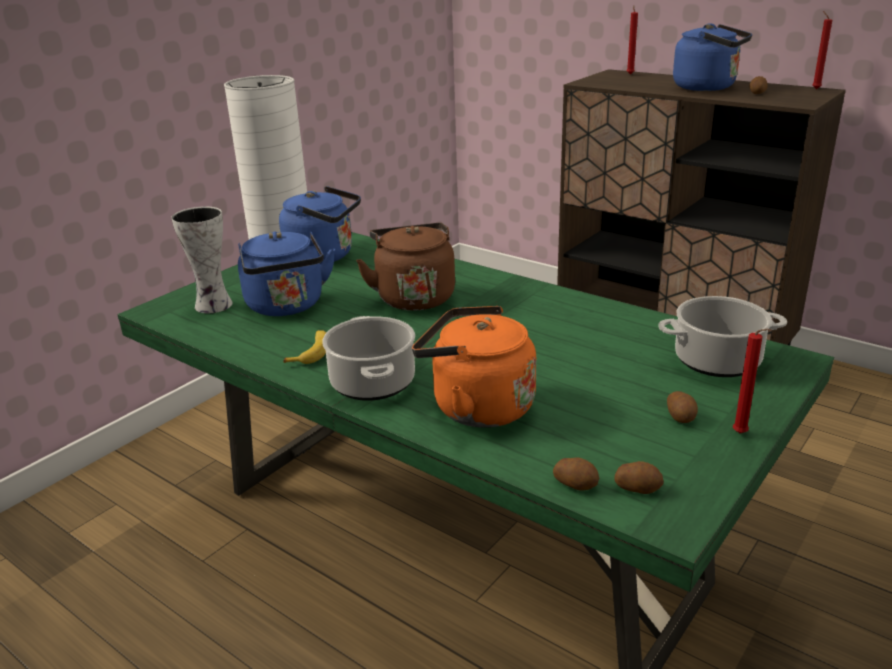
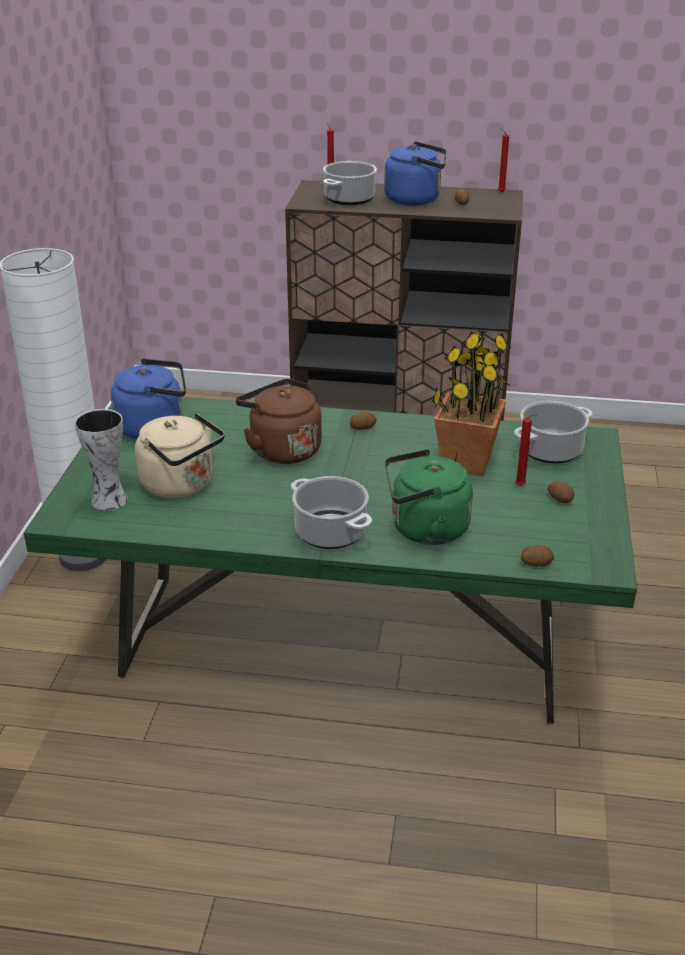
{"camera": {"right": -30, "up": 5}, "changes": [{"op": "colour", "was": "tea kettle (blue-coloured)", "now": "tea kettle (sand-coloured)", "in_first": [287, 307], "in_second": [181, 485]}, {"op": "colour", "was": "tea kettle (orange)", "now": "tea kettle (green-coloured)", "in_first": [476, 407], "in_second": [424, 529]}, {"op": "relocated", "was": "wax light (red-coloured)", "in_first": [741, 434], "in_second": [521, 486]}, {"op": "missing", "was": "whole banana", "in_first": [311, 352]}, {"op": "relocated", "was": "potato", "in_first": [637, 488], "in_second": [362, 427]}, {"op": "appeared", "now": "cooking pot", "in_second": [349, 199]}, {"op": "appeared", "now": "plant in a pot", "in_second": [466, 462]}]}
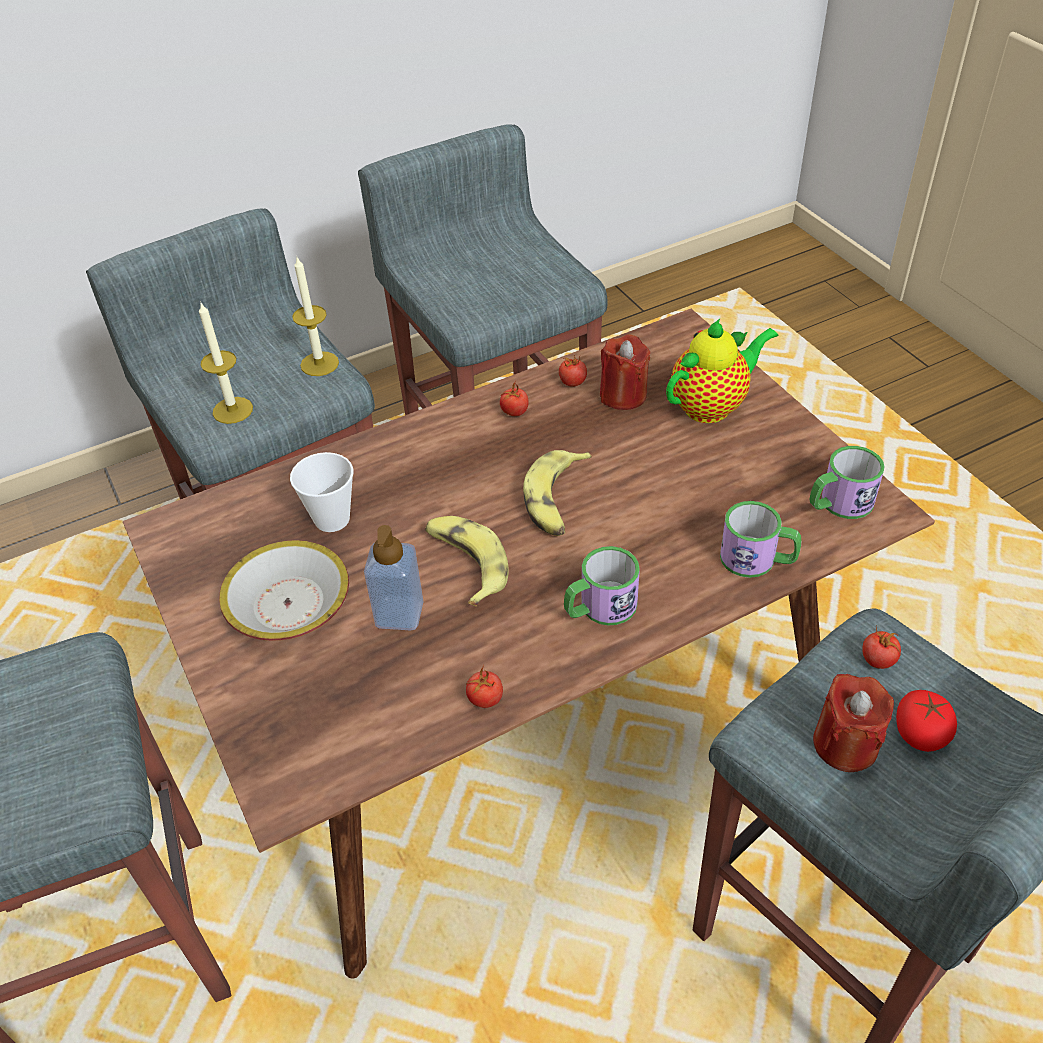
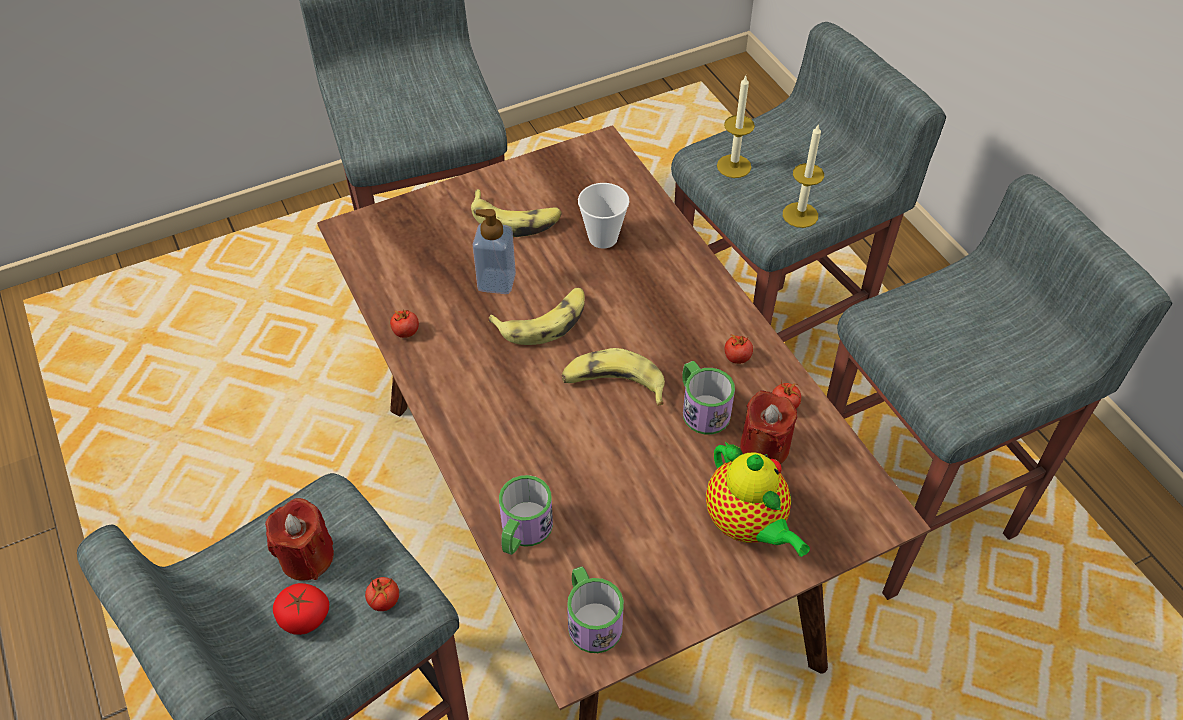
{"camera": {"right": 90, "up": 5}, "changes": [{"op": "exchanged", "was": "serving bowl", "now": "whole banana", "in_first": [288, 604], "in_second": [516, 219]}, {"op": "relocated", "was": "mug", "in_first": [599, 608], "in_second": [701, 408]}]}
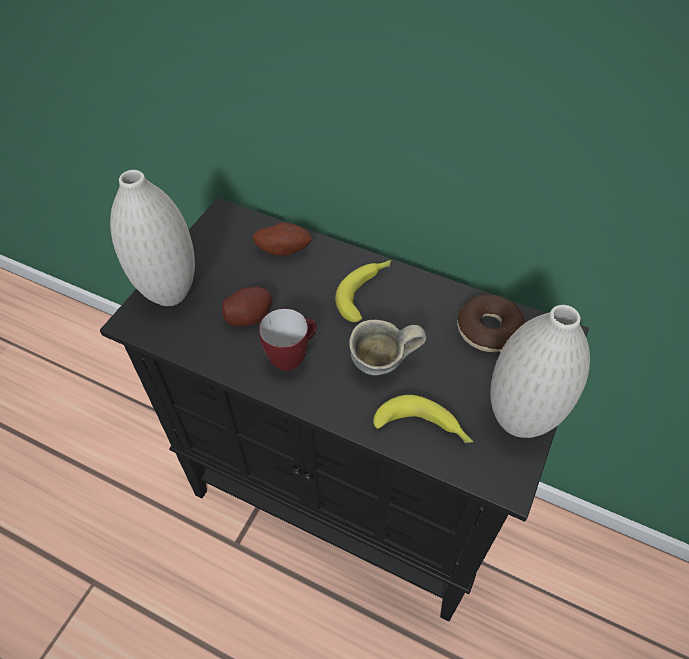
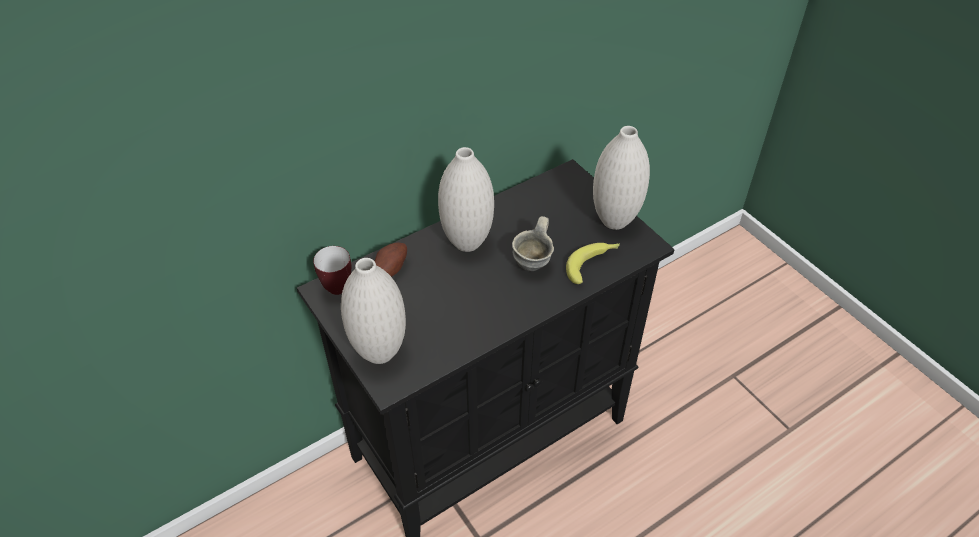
{"camera": {"right": -60, "up": -5}, "changes": [{"op": "exchanged", "was": "whole banana", "now": "flower vase (white-coloured)", "in_first": [366, 292], "in_second": [467, 242]}, {"op": "missing", "was": "potato", "in_first": [249, 316]}, {"op": "missing", "was": "donut", "in_first": [488, 330]}, {"op": "relocated", "was": "mug", "in_first": [292, 357], "in_second": [336, 284]}]}
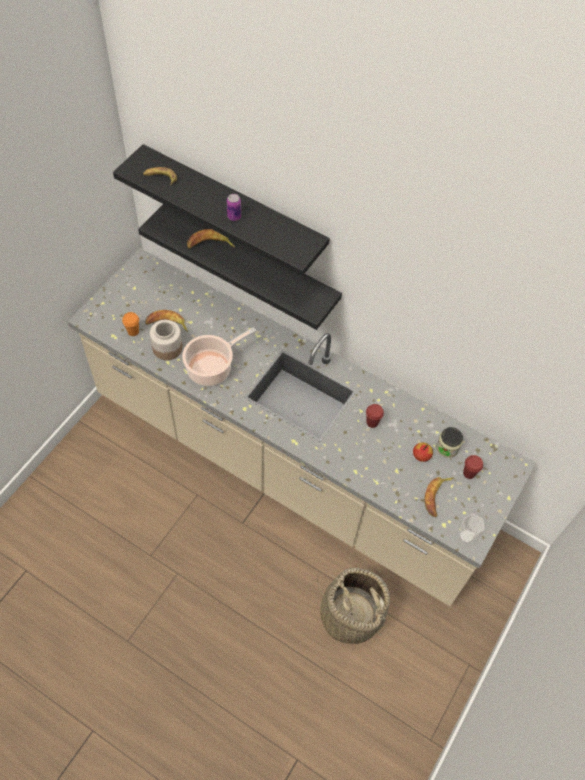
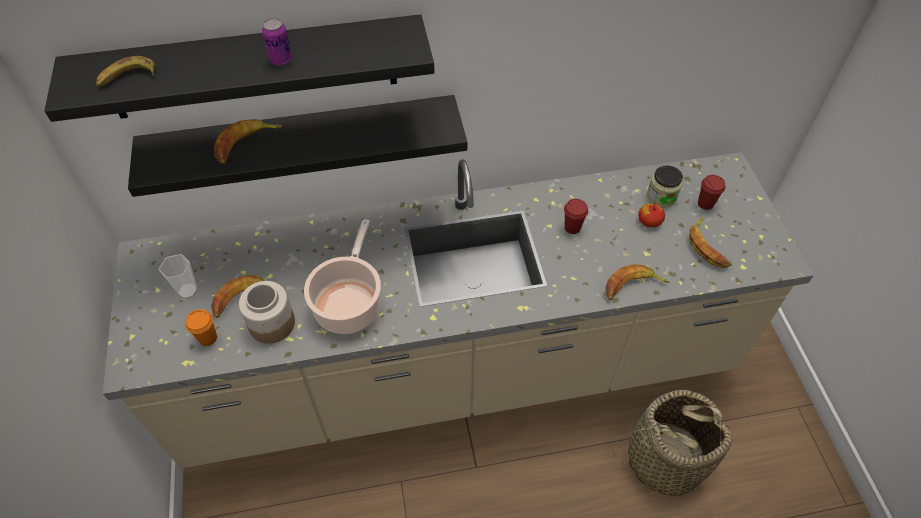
{"camera": {"right": -40, "up": -5}, "changes": [{"op": "relocated", "was": "cup", "in_first": [466, 536], "in_second": [188, 291]}, {"op": "appeared", "now": "whole banana", "in_second": [632, 286]}]}
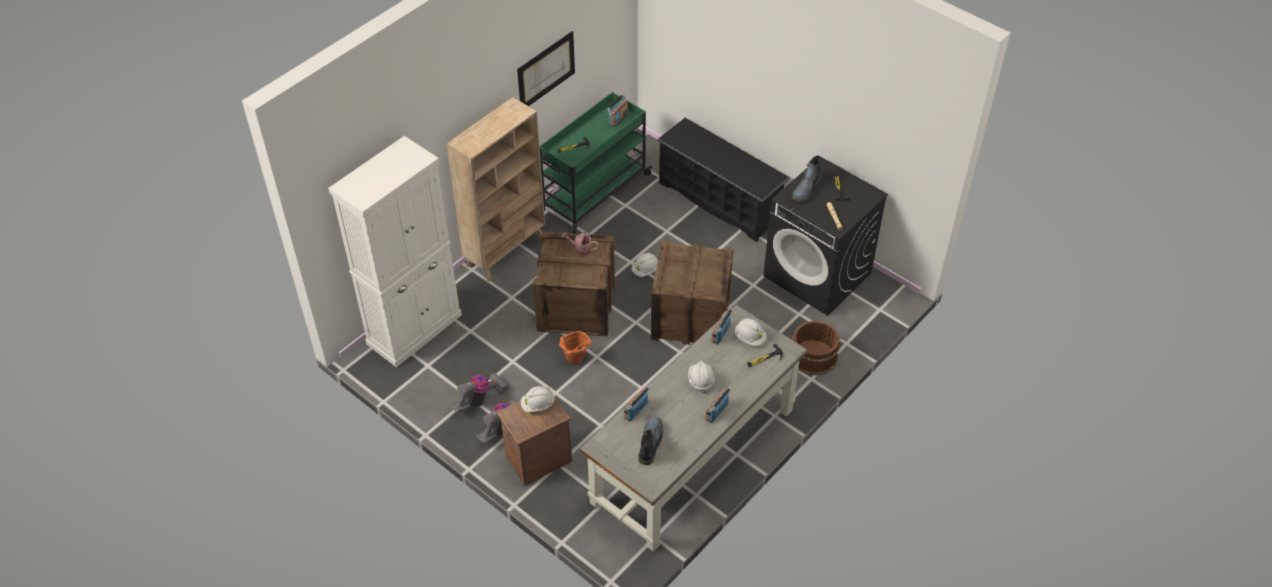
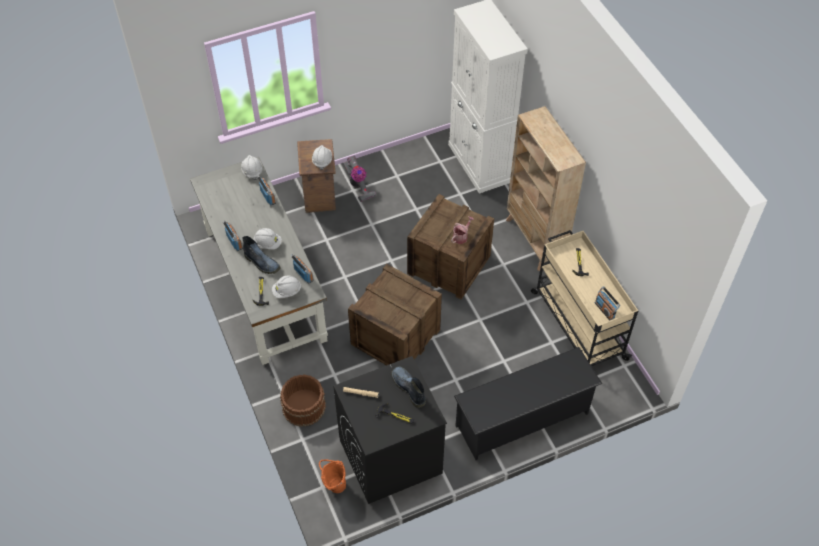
{"camera": {"right": 115, "up": 5}, "changes": [{"op": "missing", "was": "picture", "in_first": [546, 70]}, {"op": "colour", "was": "trolley (green-coloured)", "now": "trolley (sand-coloured)", "in_first": [593, 193], "in_second": [577, 324]}, {"op": "relocated", "was": "safety helmet (white-coloured)", "in_first": [645, 270], "in_second": [252, 171]}, {"op": "relocated", "was": "water bucket (orange)", "in_first": [575, 361], "in_second": [334, 485]}, {"op": "missing", "was": "vacuum cleaner", "in_first": [480, 400]}, {"op": "relocated", "was": "tall boot", "in_first": [650, 442], "in_second": [262, 263]}]}
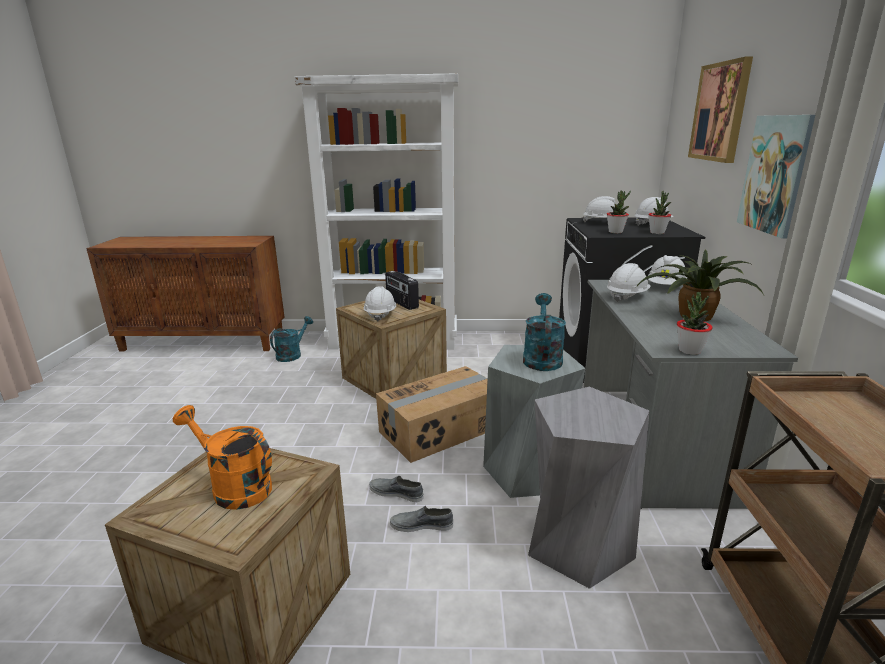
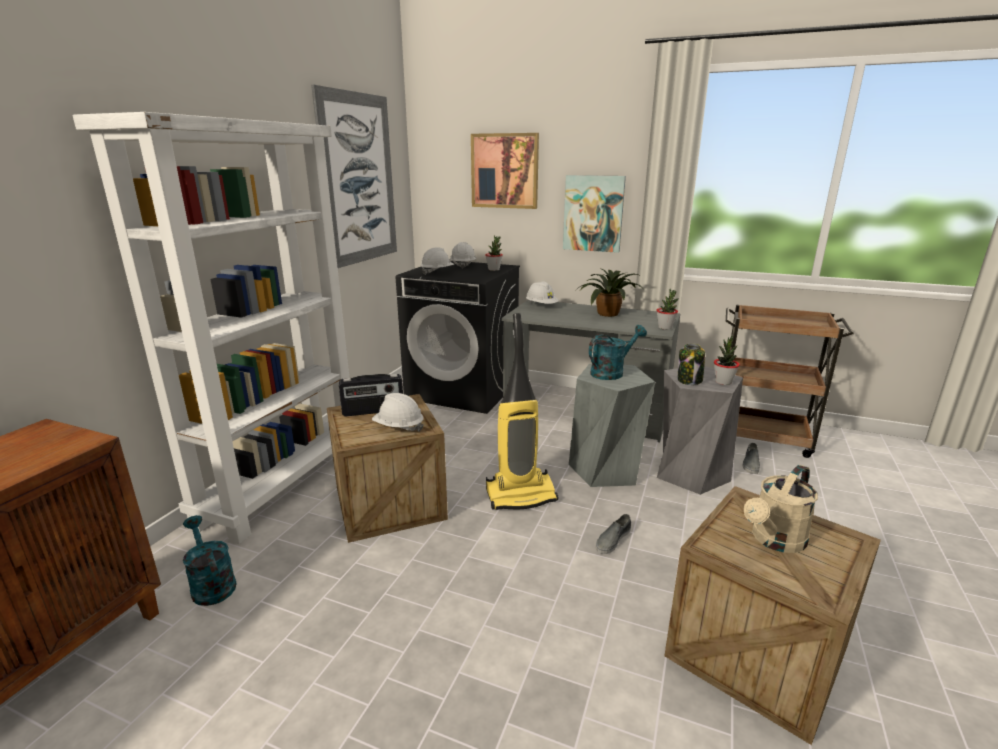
{"camera": {"right": -70, "up": 0}, "changes": [{"op": "relocated", "was": "plant in a pot", "in_first": [615, 232], "in_second": [723, 382]}, {"op": "missing", "was": "safety helmet (white-coloured)", "in_first": [627, 296]}, {"op": "spun", "was": "watering pot (turquoise)", "in_first": [541, 358], "in_second": [611, 372], "clockwise": 120}, {"op": "exchanged", "was": "packing box", "now": "vacuum cleaner", "in_first": [441, 430], "in_second": [521, 495]}, {"op": "colour", "was": "watering pot (orange)", "now": "watering pot (sand-coloured)", "in_first": [234, 487], "in_second": [774, 541]}, {"op": "relocated", "was": "low shoe (greyish)", "in_first": [421, 525], "in_second": [750, 463]}, {"op": "appeared", "now": "picture", "in_second": [358, 179]}, {"op": "appeared", "now": "jar", "in_second": [689, 380]}]}
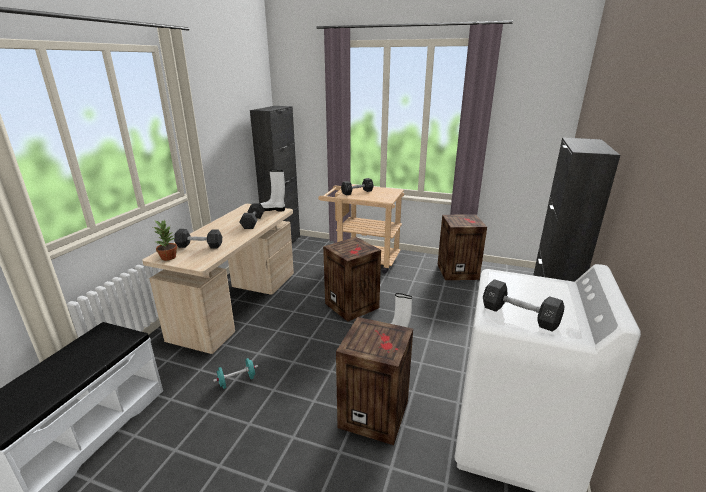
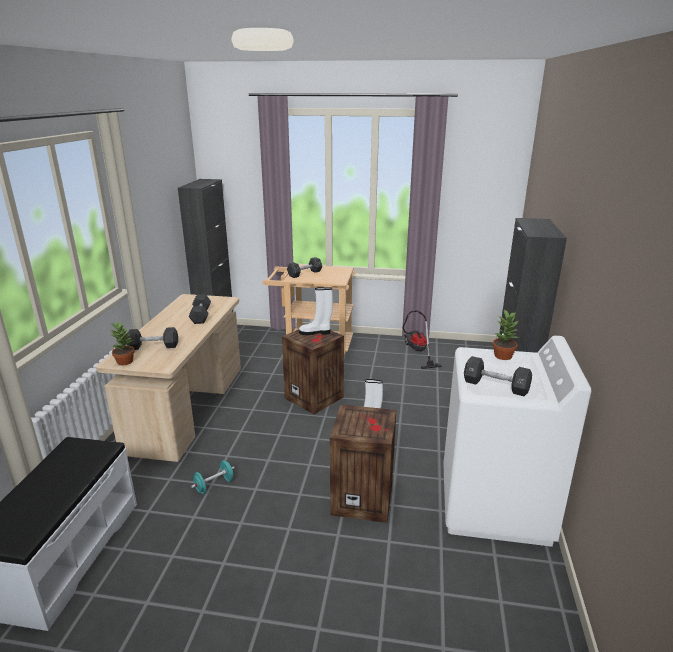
{"camera": {"right": -10, "up": 0}, "changes": [{"op": "relocated", "was": "tall boot (white-coloured)", "in_first": [273, 209], "in_second": [316, 332]}, {"op": "exchanged", "was": "crate", "now": "vacuum cleaner", "in_first": [458, 271], "in_second": [417, 351]}, {"op": "appeared", "now": "plant in a pot", "in_second": [503, 356]}]}
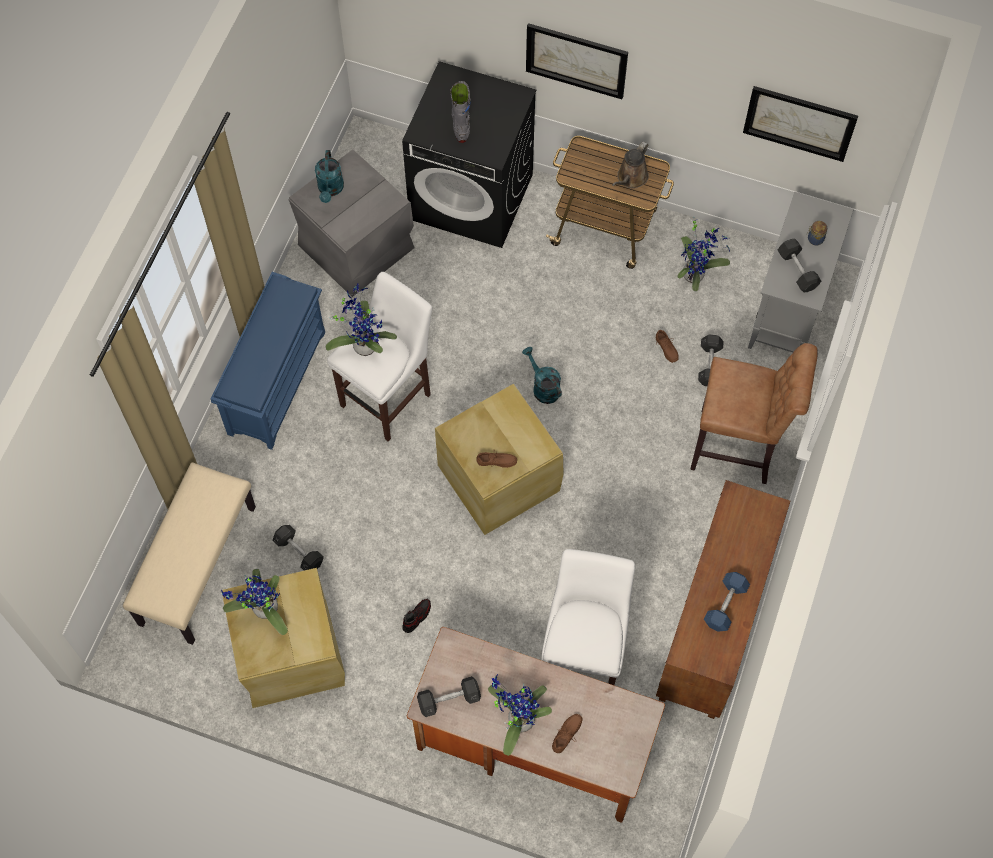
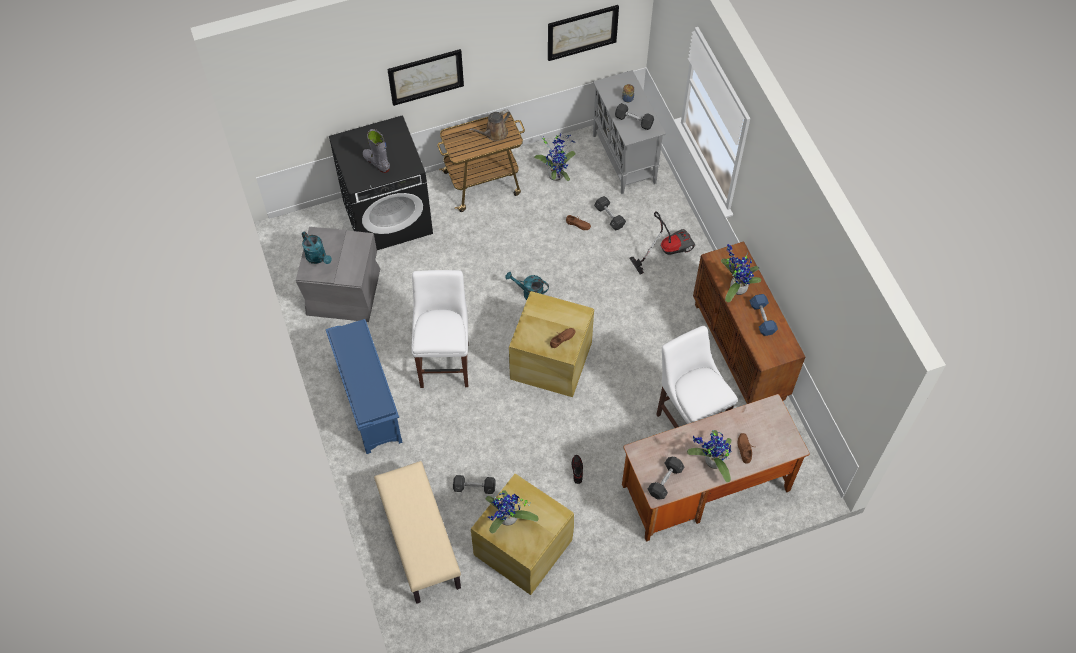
{"camera": {"right": -40, "up": -5}, "changes": [{"op": "spun", "was": "watering pot (brown-coloured)", "in_first": [631, 178], "in_second": [494, 133], "clockwise": 60}, {"op": "relocated", "was": "plant in a pot", "in_first": [364, 344], "in_second": [736, 287]}, {"op": "exchanged", "was": "stool (brown-coloured)", "now": "vacuum cleaner", "in_first": [739, 448], "in_second": [666, 249]}]}
